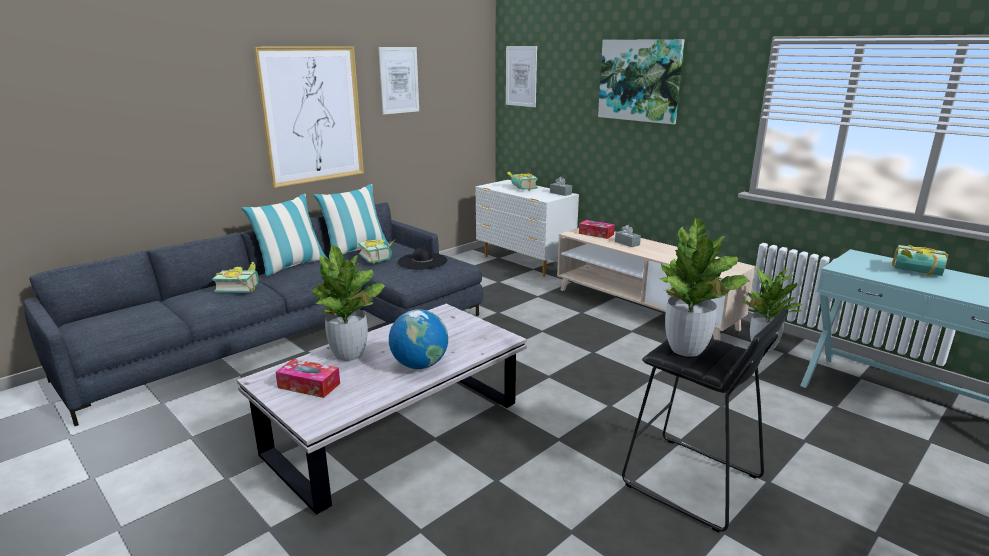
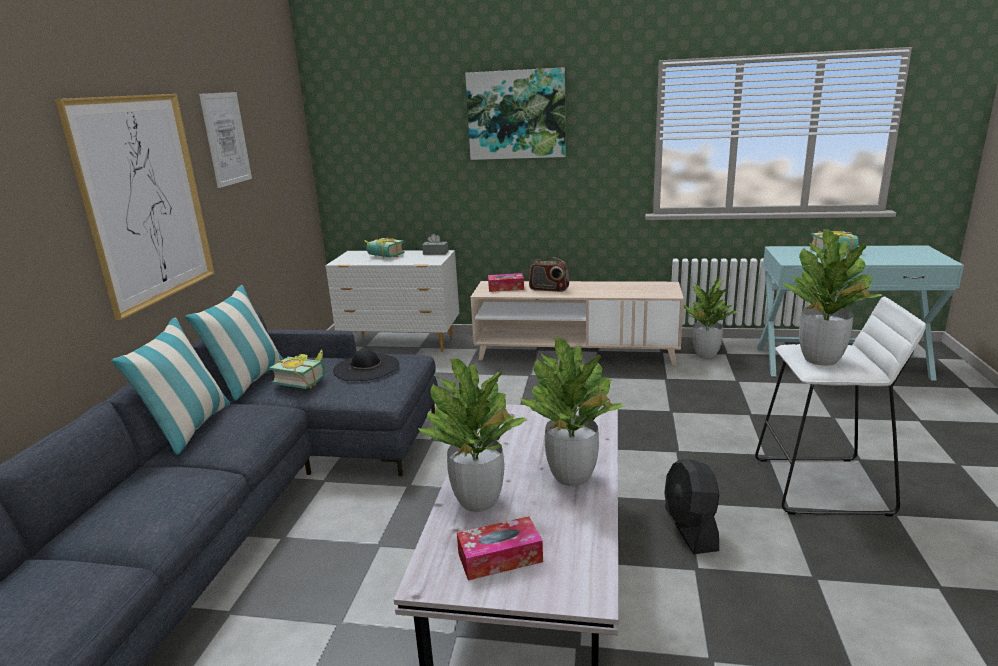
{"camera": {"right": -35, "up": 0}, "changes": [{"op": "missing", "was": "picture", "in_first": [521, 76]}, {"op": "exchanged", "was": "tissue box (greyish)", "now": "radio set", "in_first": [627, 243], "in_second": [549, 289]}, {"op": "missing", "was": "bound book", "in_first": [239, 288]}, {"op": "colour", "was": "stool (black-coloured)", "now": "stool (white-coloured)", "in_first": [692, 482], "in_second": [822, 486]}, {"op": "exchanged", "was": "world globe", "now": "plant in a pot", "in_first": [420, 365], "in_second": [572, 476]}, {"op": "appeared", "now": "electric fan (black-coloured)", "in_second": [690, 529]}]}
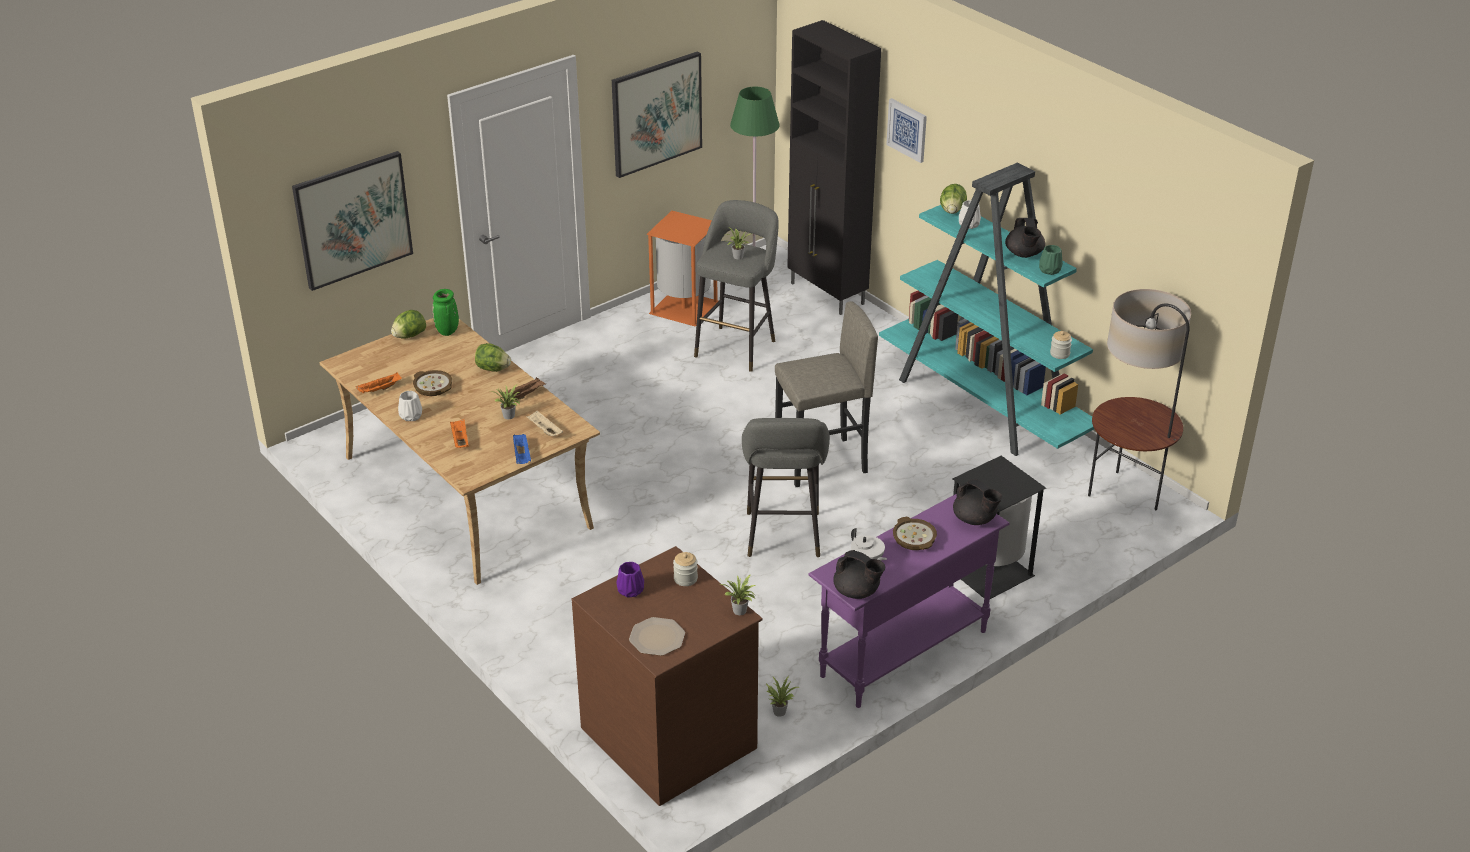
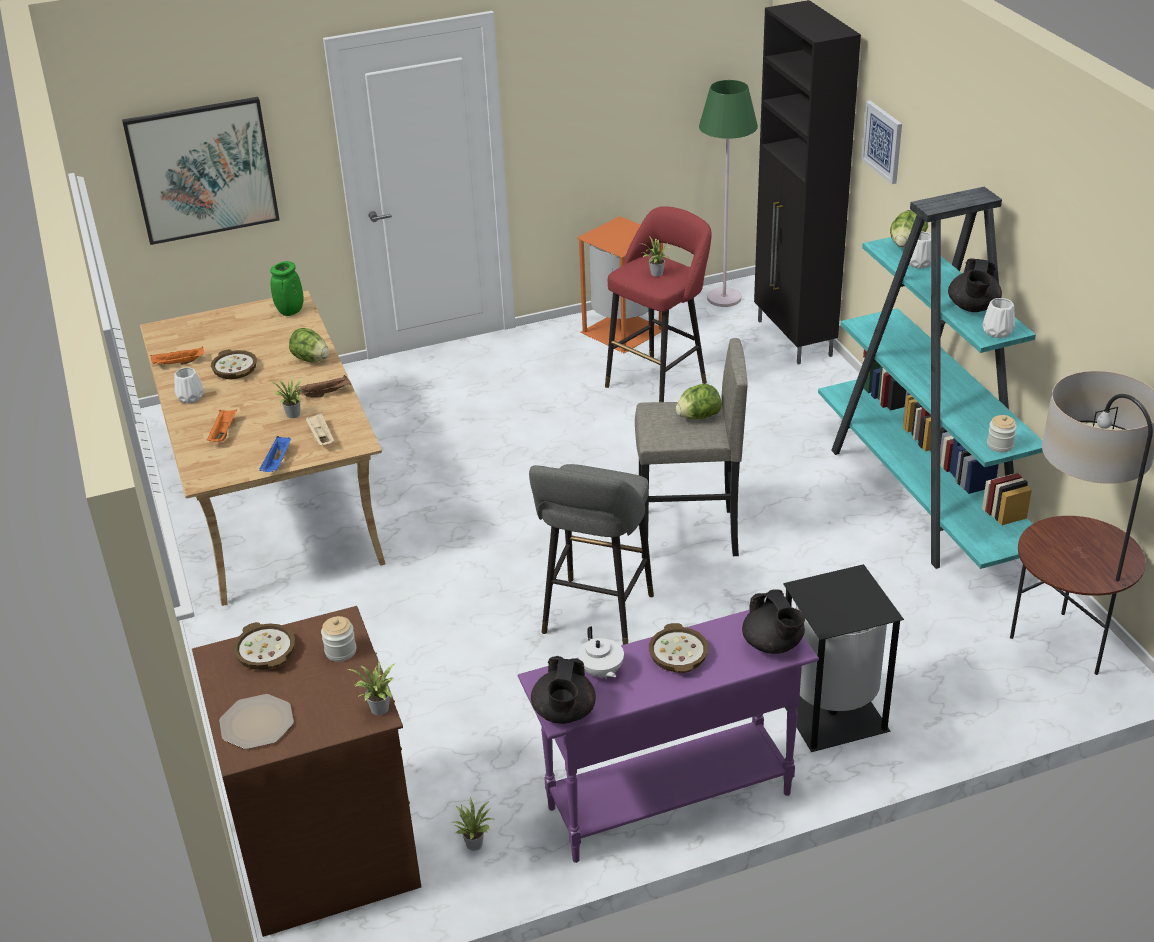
{"camera": {"right": 20, "up": 0}, "changes": [{"op": "missing", "was": "picture", "in_first": [656, 113]}, {"op": "colour", "was": "stool (greyish)", "now": "stool (red-coloured)", "in_first": [737, 346], "in_second": [660, 382]}, {"op": "colour", "was": "flower vase (green-coloured)", "now": "flower vase (white-coloured)", "in_first": [1049, 270], "in_second": [997, 332]}, {"op": "relocated", "was": "lettuce", "in_first": [409, 336], "in_second": [698, 417]}, {"op": "spun", "was": "pot for tea (black-coloured)", "in_first": [857, 592], "in_second": [564, 713], "clockwise": 45}, {"op": "exchanged", "was": "flower vase (purple)", "now": "serving bowl", "in_first": [630, 590], "in_second": [266, 652]}]}
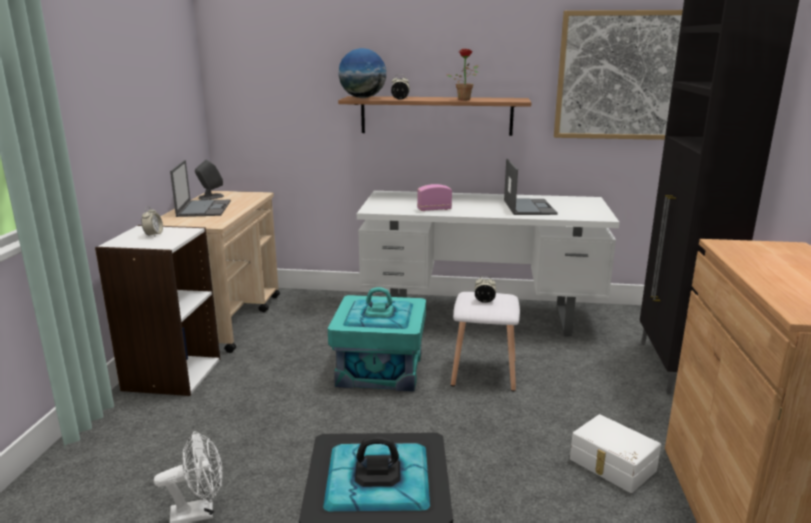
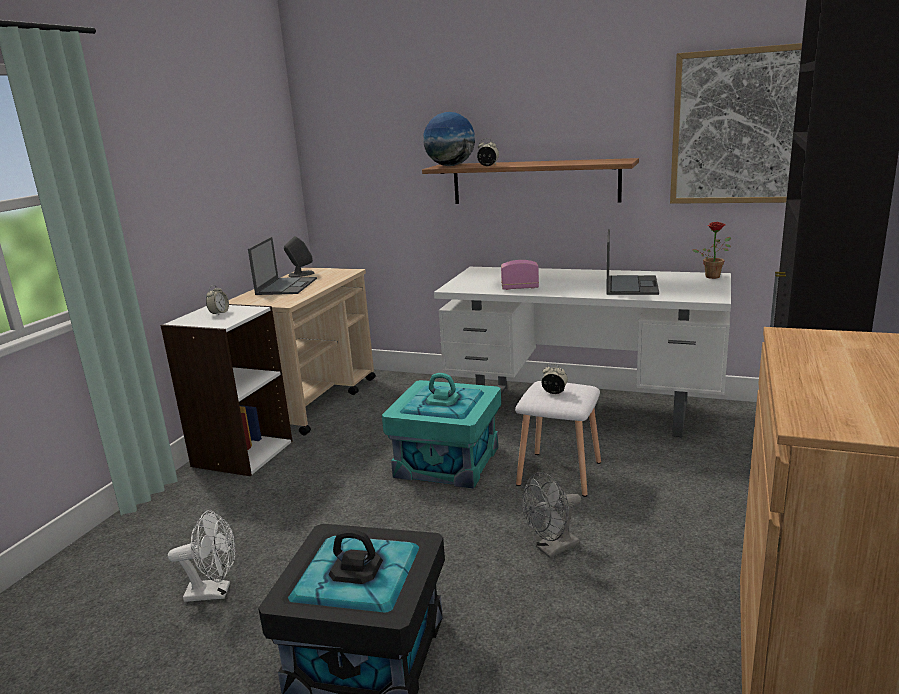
{"camera": {"right": 15, "up": 0}, "changes": [{"op": "relocated", "was": "plant in a pot", "in_first": [465, 99], "in_second": [713, 276]}, {"op": "missing", "was": "storage bin (white-coloured)", "in_first": [611, 465]}, {"op": "appeared", "now": "electric fan (greyish)", "in_second": [552, 549]}]}
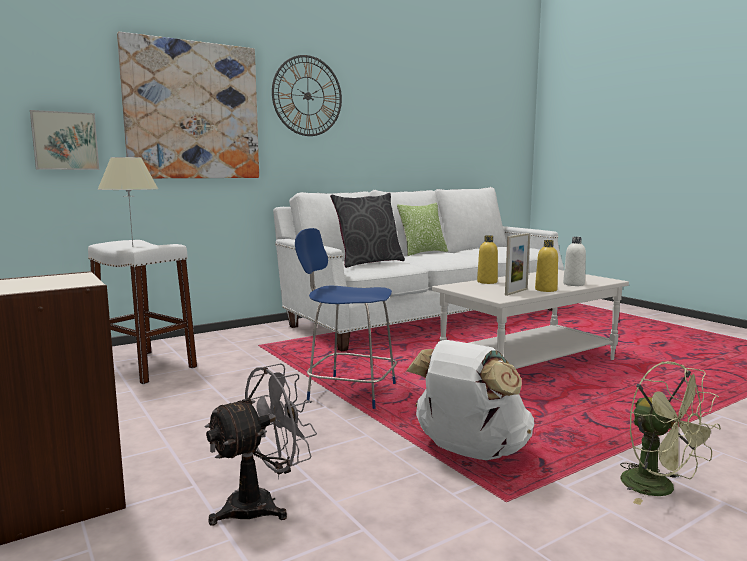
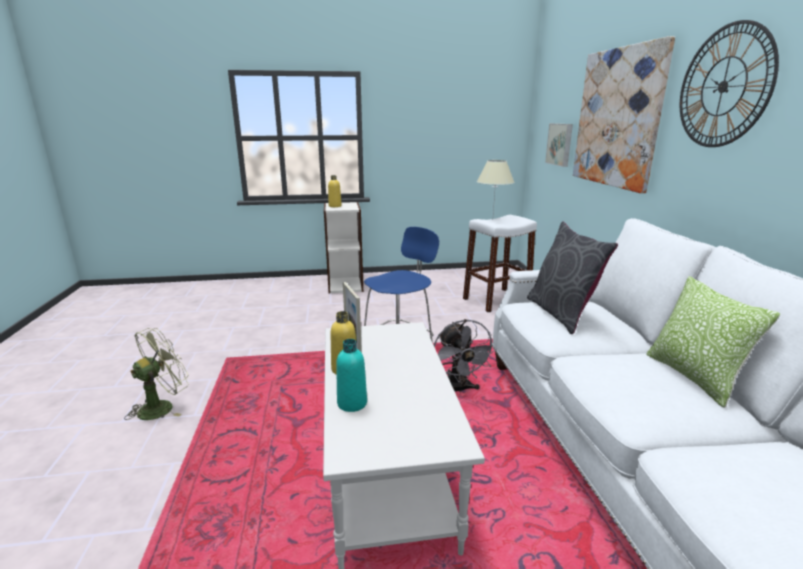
{"camera": {"right": 115, "up": 10}, "changes": [{"op": "relocated", "was": "drink bottle (yellow-coloured)", "in_first": [487, 282], "in_second": [335, 206]}, {"op": "colour", "was": "drink bottle (white-coloured)", "now": "drink bottle (turquoise)", "in_first": [573, 284], "in_second": [352, 403]}, {"op": "missing", "was": "knapsack (white-coloured)", "in_first": [469, 452]}, {"op": "spun", "was": "electric fan (green-coloured)", "in_first": [659, 489], "in_second": [162, 406], "clockwise": 135}, {"op": "relocated", "was": "electric fan (greyish)", "in_first": [262, 504], "in_second": [458, 390]}]}
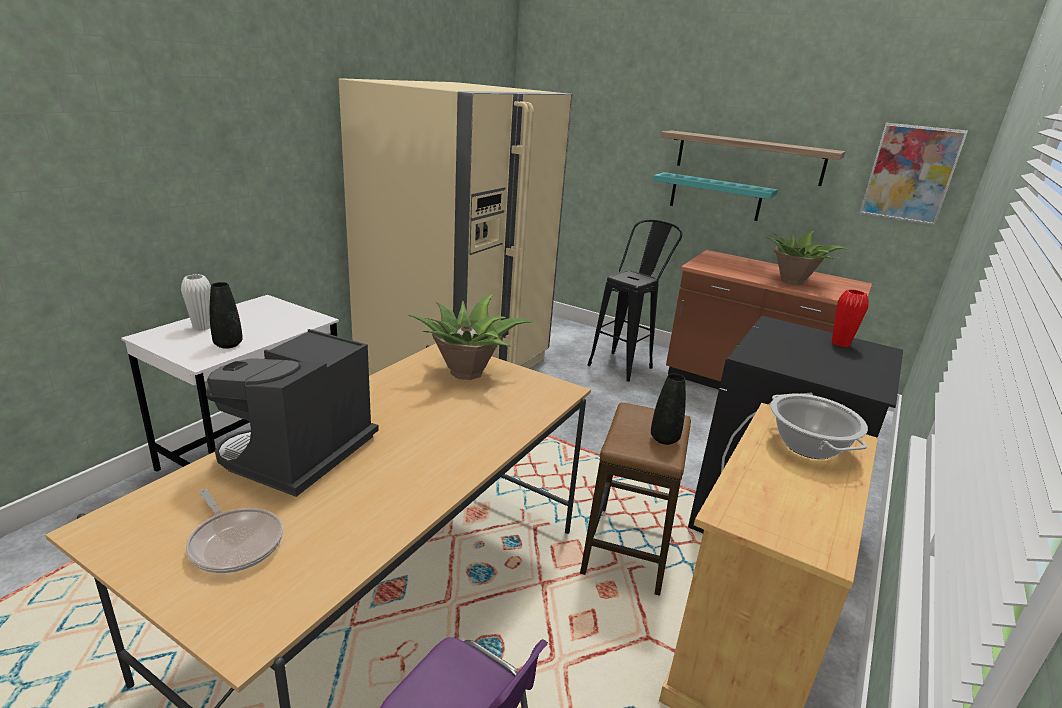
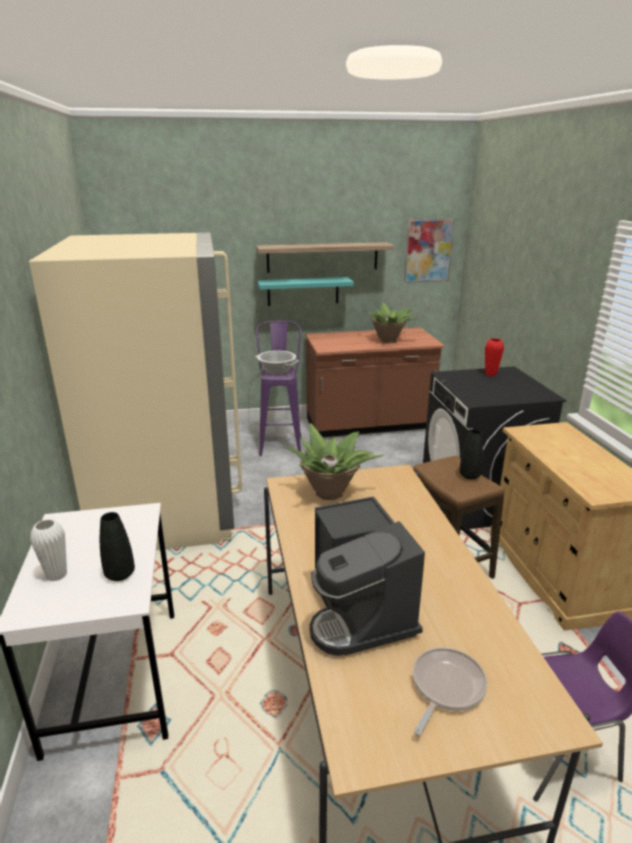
{"camera": {"right": -40, "up": 0}, "changes": [{"op": "colour", "was": "stool (black-coloured)", "now": "stool (purple)", "in_first": [625, 364], "in_second": [281, 443]}, {"op": "relocated", "was": "cooking pot", "in_first": [809, 446], "in_second": [277, 371]}, {"op": "spun", "was": "frying pan", "in_first": [235, 542], "in_second": [445, 687], "clockwise": -60}]}
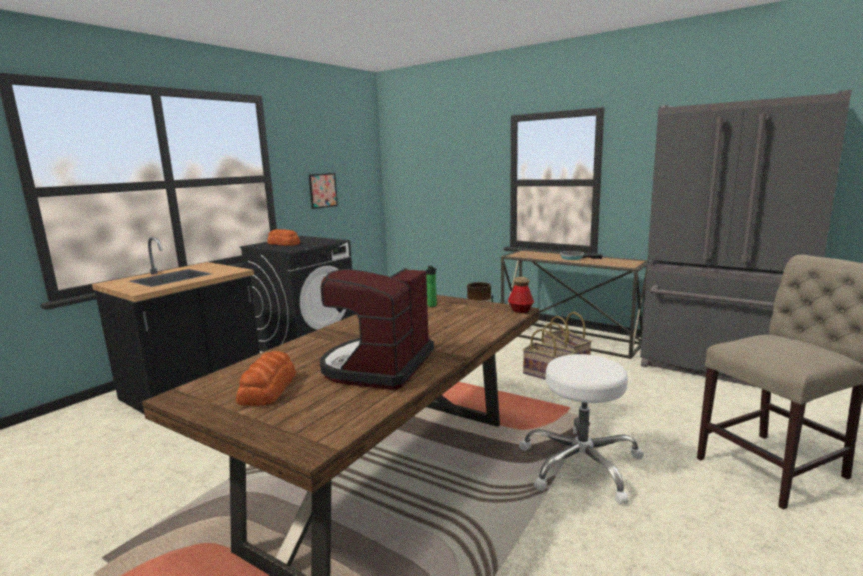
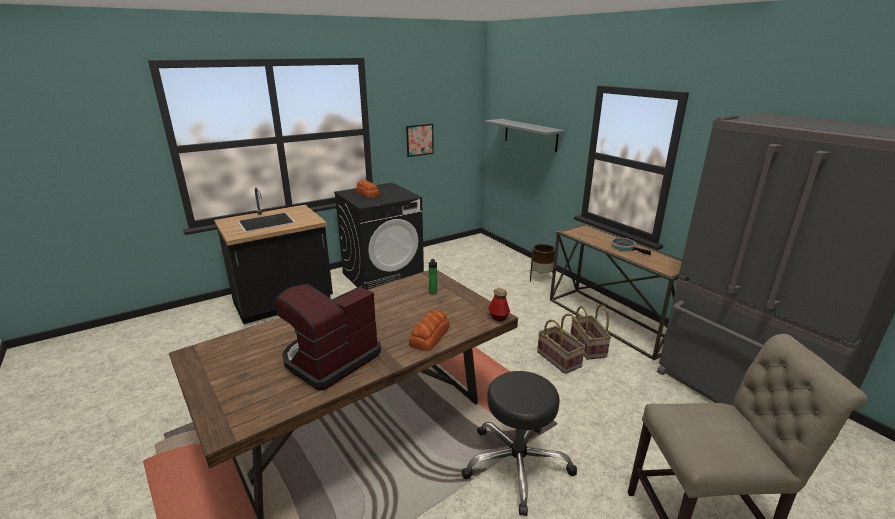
{"camera": {"right": 20, "up": 10}, "changes": [{"op": "relocated", "was": "bakery bread", "in_first": [269, 388], "in_second": [430, 335]}, {"op": "colour", "was": "stool (white-coloured)", "now": "stool (black-coloured)", "in_first": [580, 464], "in_second": [516, 464]}, {"op": "appeared", "now": "wall shelf (greyish)", "in_second": [530, 135]}]}
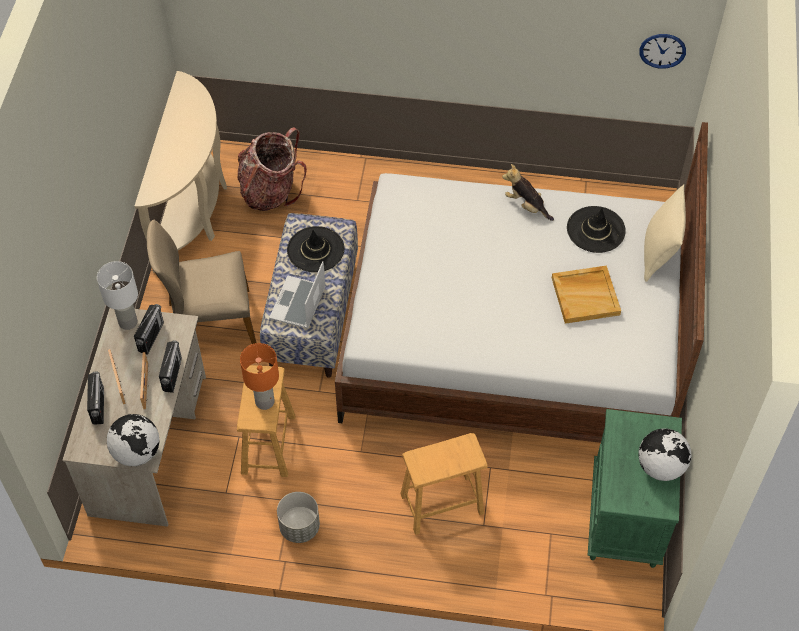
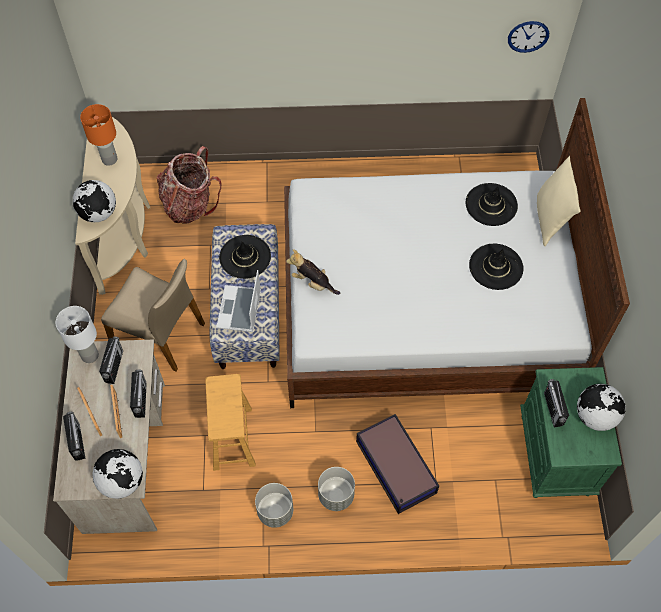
{"camera": {"right": -10, "up": 5}, "changes": [{"op": "relocated", "was": "plush toy", "in_first": [526, 205], "in_second": [313, 282]}, {"op": "spun", "was": "upright chair (sand-coloured)", "in_first": [211, 323], "in_second": [160, 334], "clockwise": -135}, {"op": "exchanged", "was": "serving tray (sand-coloured)", "now": "wearable hat (black-coloured)", "in_first": [585, 295], "in_second": [495, 267]}, {"op": "relocated", "was": "lamp for a table (orange)", "in_first": [264, 401], "in_second": [109, 159]}, {"op": "exchanged", "was": "stool (brown-coloured)", "now": "storage bin", "in_first": [442, 504], "in_second": [396, 468]}, {"op": "appeared", "now": "world globe", "in_second": [98, 213]}, {"op": "appeared", "now": "radio set", "in_second": [553, 409]}, {"op": "appeared", "now": "flower pot (greyish)", "in_second": [336, 495]}]}
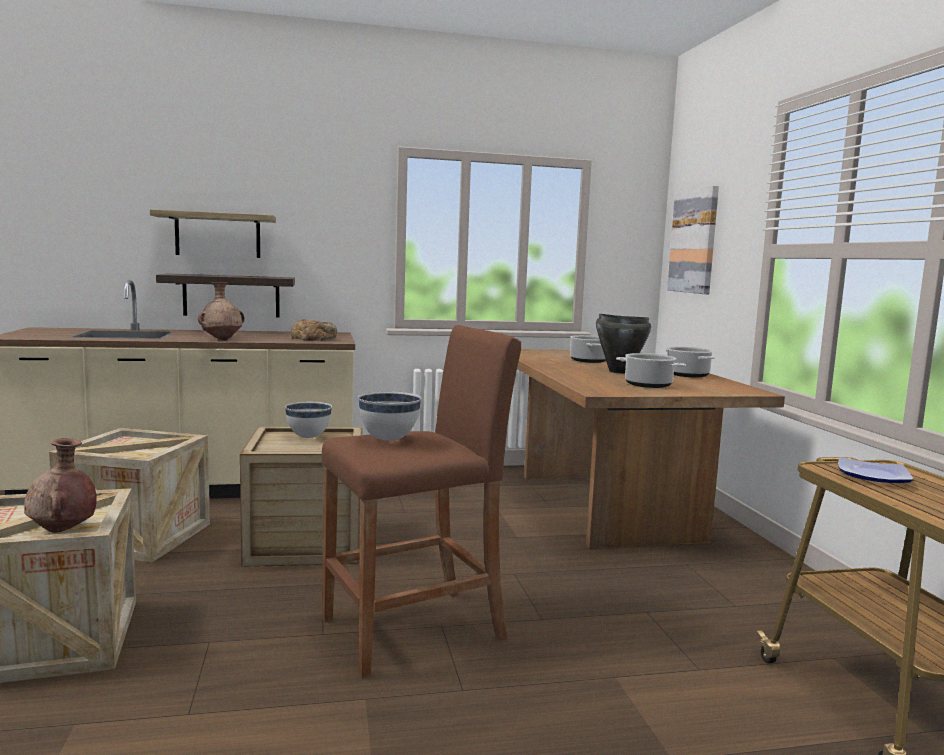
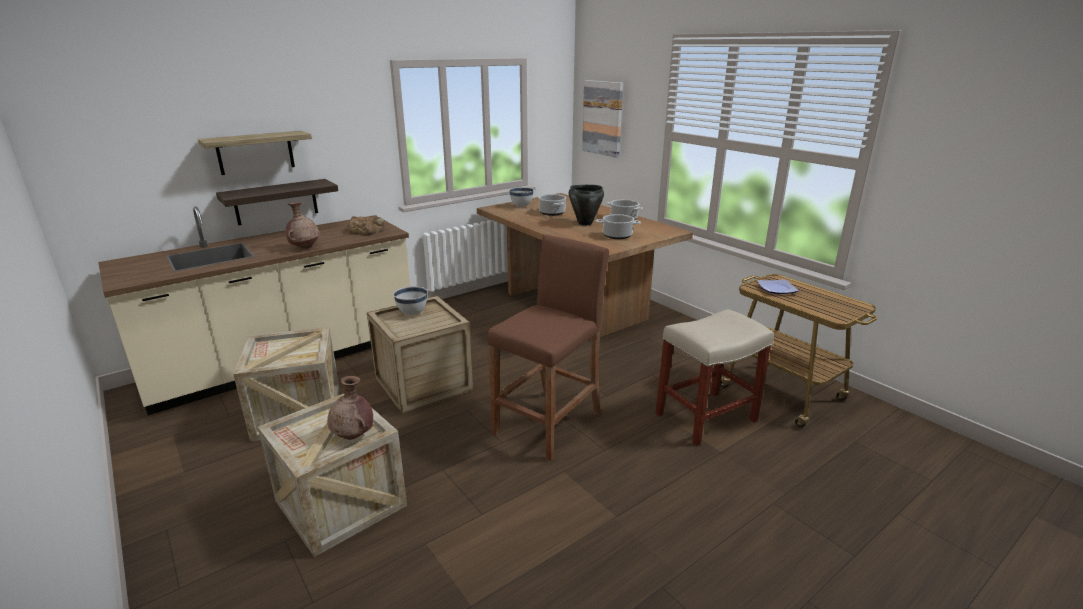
{"camera": {"right": -25, "up": 15}, "changes": [{"op": "relocated", "was": "serving bowl (white-coloured)", "in_first": [388, 440], "in_second": [521, 206]}, {"op": "appeared", "now": "stool (sand-coloured)", "in_second": [706, 417]}]}
